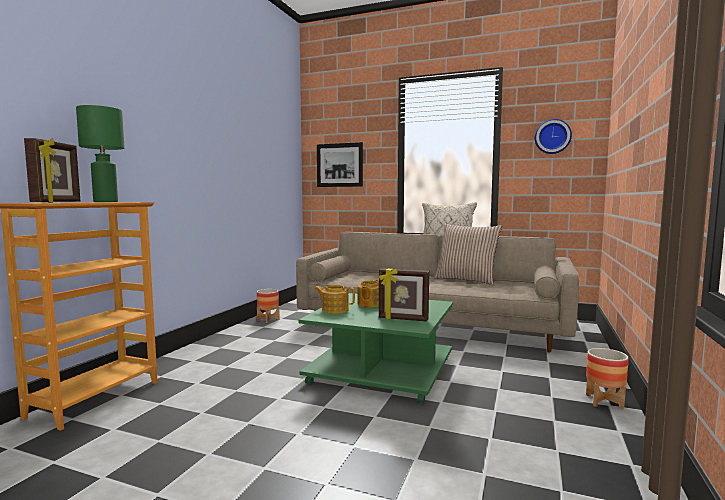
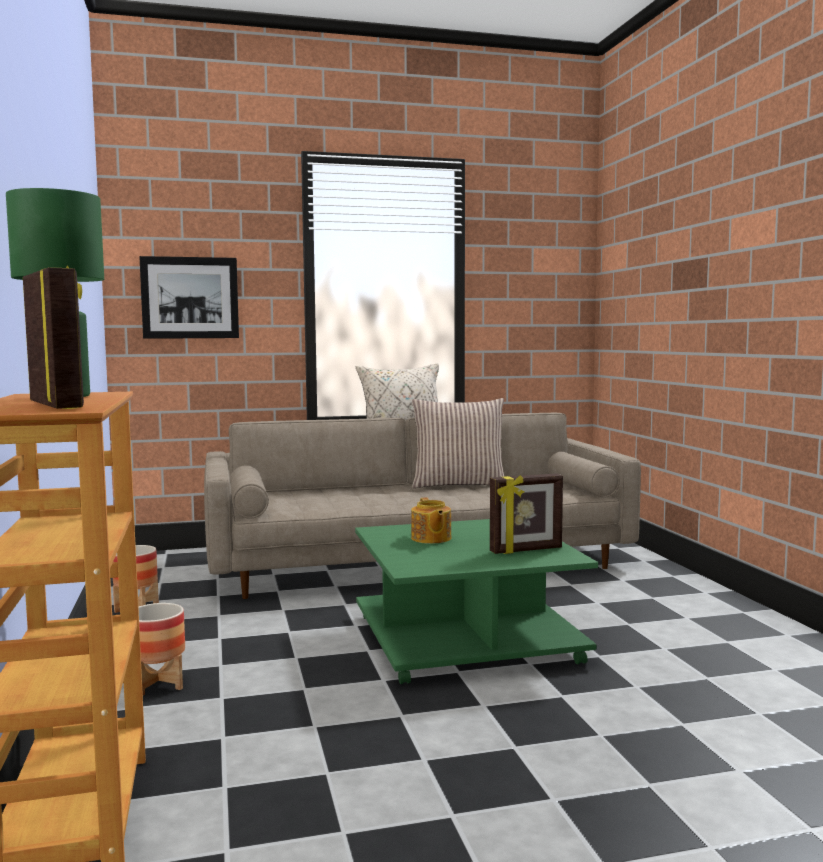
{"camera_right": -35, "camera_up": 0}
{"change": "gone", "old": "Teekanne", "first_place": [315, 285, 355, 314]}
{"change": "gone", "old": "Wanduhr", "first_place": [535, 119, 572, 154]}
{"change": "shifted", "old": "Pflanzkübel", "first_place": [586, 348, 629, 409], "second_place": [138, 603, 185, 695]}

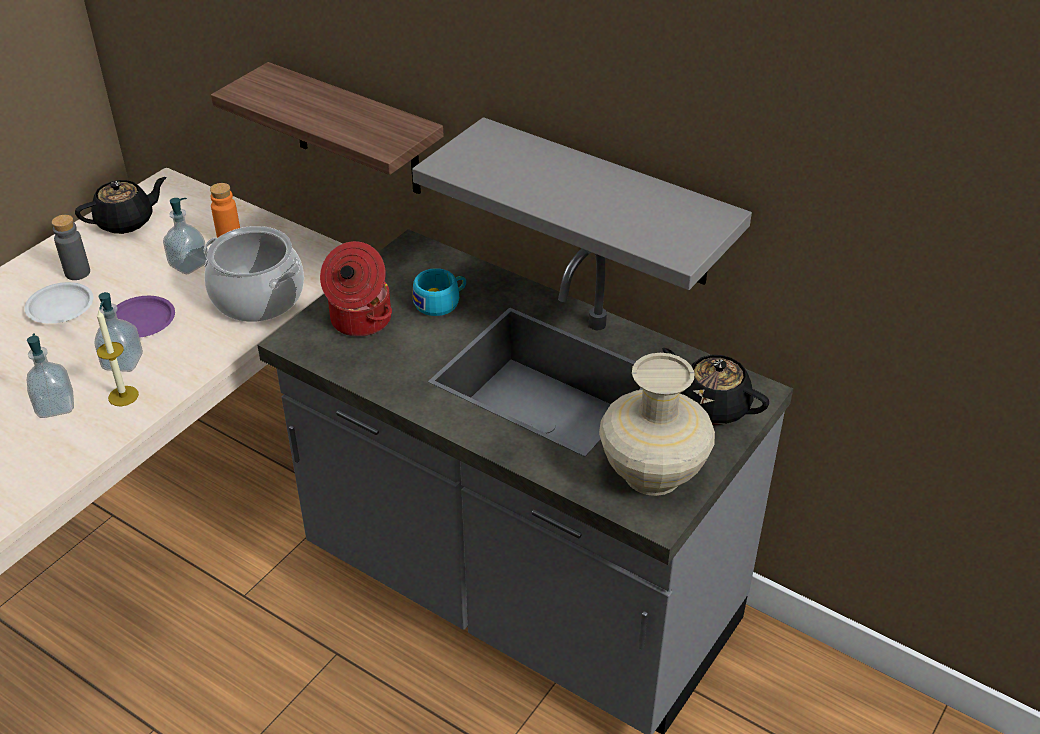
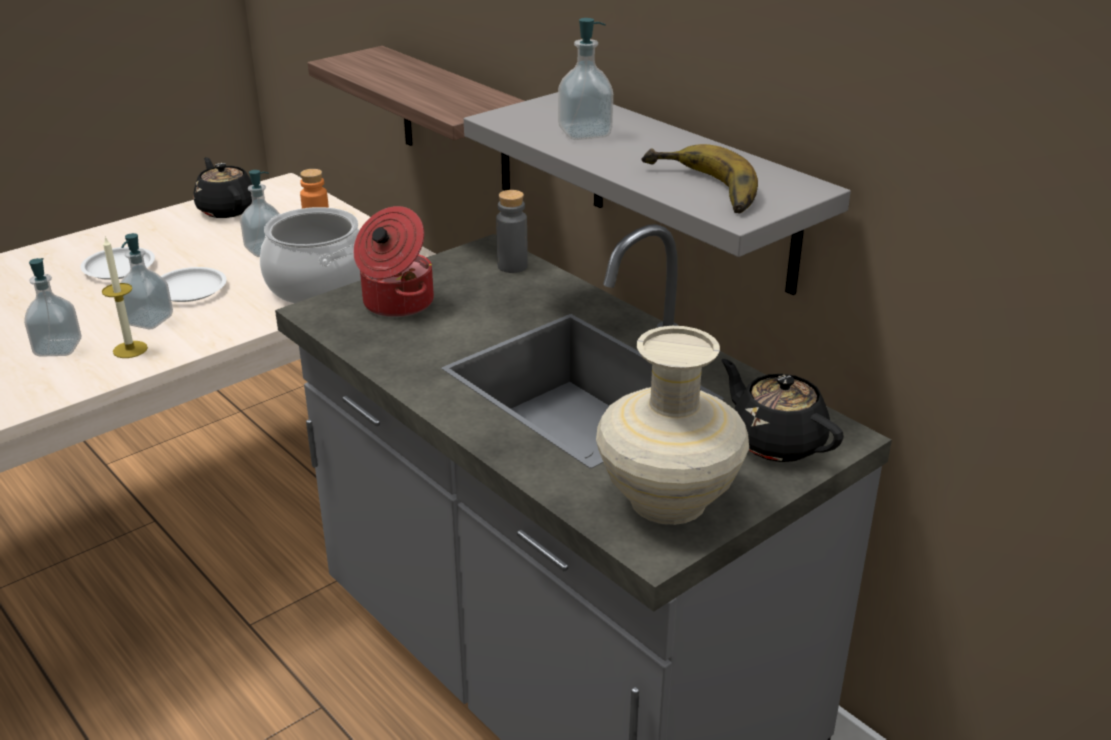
{"camera_right": 15, "camera_up": -10}
{"change": "shifted", "old": "Flasche [grau]", "first_place": [52, 215, 90, 280], "second_place": [496, 190, 528, 273]}
{"change": "rotated", "old": "Teekanne [schwarz]", "first_place": [75, 177, 167, 234], "second_place": [193, 157, 252, 218], "degrees": -105}
{"change": "repainted", "old": "Teller [lila]", "new": "Teller [weiß]", "first_place": [116, 296, 175, 338], "second_place": [161, 267, 227, 302]}
{"change": "gone", "old": "Tasse [türkis]", "first_place": [413, 268, 466, 316]}
{"change": "new", "new": "Seifenspender", "second_place": [558, 18, 613, 140]}
{"change": "new", "new": "Banane", "second_place": [641, 144, 758, 213]}

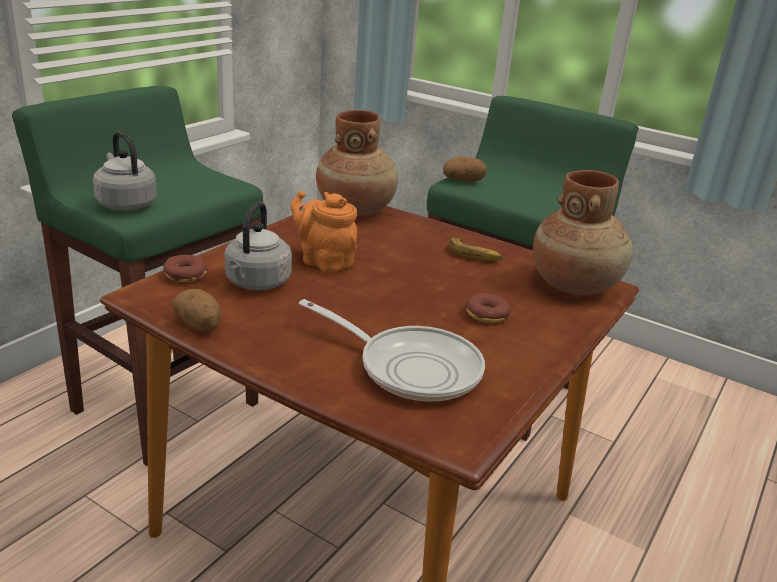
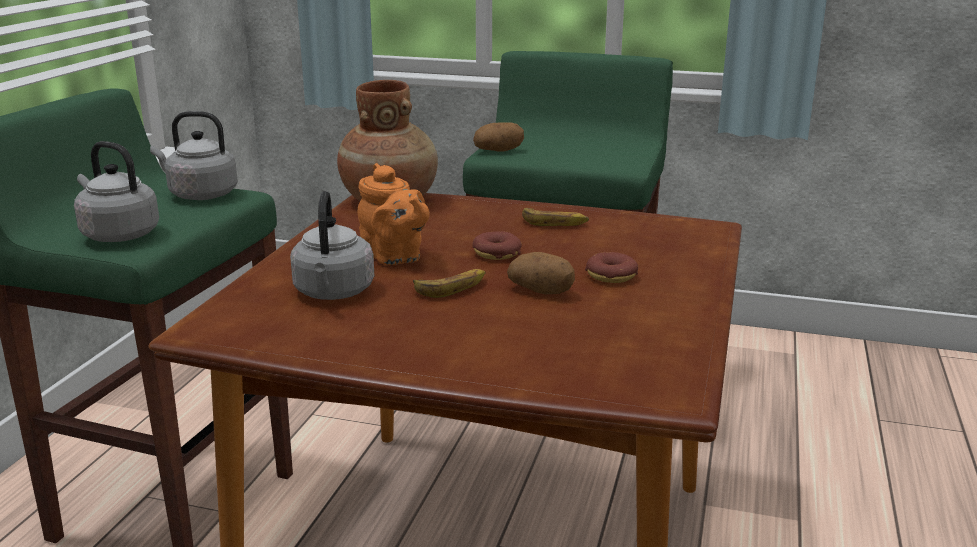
{"camera_right": -15, "camera_up": -5}
{"change": "shifted", "old": "Donut", "first_place": [163, 255, 207, 282], "second_place": [472, 231, 522, 260]}
{"change": "shifted", "old": "Kartoffel", "first_place": [173, 289, 221, 332], "second_place": [507, 252, 575, 294]}
{"change": "rotated", "old": "Teekanne [orange]", "first_place": [290, 191, 357, 273], "second_place": [357, 163, 430, 265], "degrees": -150}
{"change": "gone", "old": "Pfanne", "first_place": [299, 299, 485, 402]}
{"change": "gone", "old": "Vase [braun]", "first_place": [533, 170, 633, 295]}
{"change": "new", "new": "Wasserkessel [grau]", "second_place": [150, 111, 238, 200]}
{"change": "new", "new": "Banane", "second_place": [413, 269, 485, 298]}

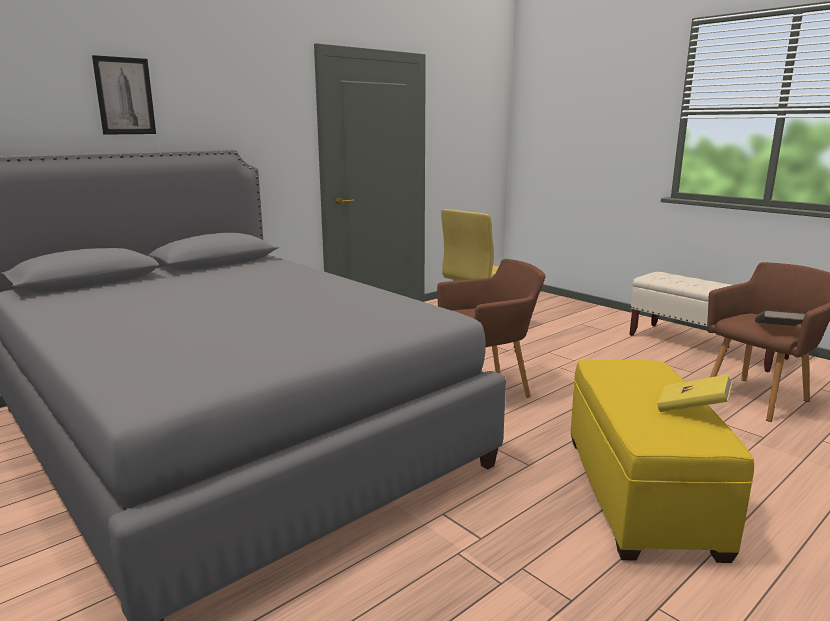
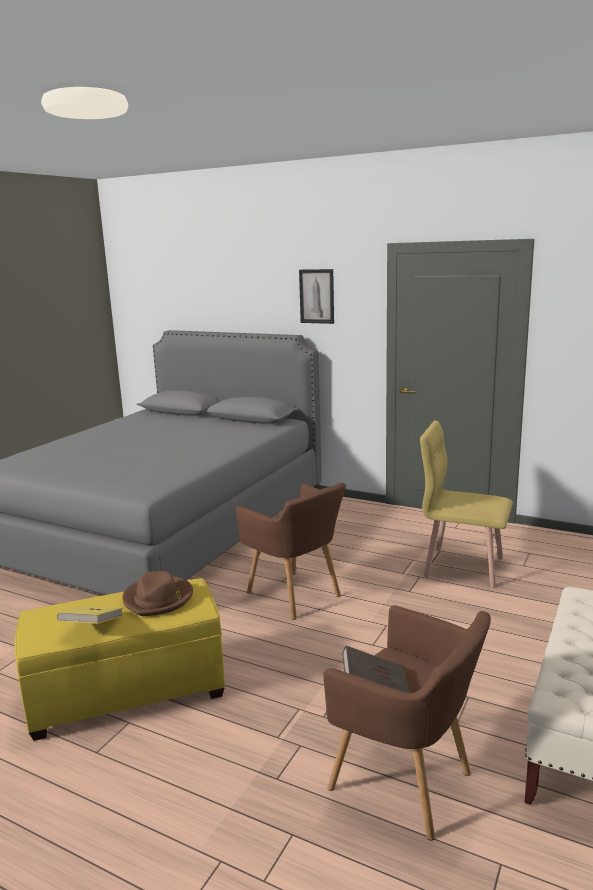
{"camera_right": 70, "camera_up": 0}
{"change": "shifted", "old": "Bild", "first_place": [92, 55, 156, 135], "second_place": [299, 269, 334, 324]}
{"change": "new", "new": "Hut [braun]", "second_place": [122, 571, 193, 616]}

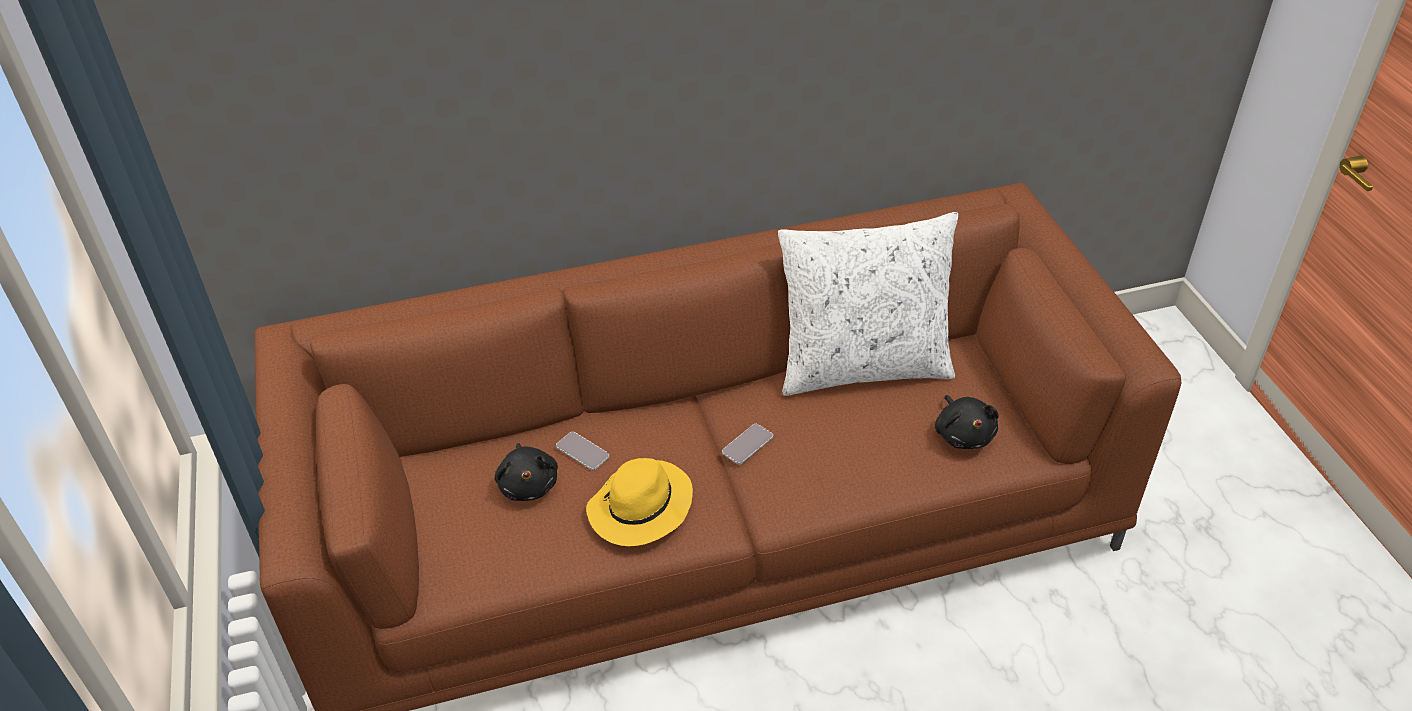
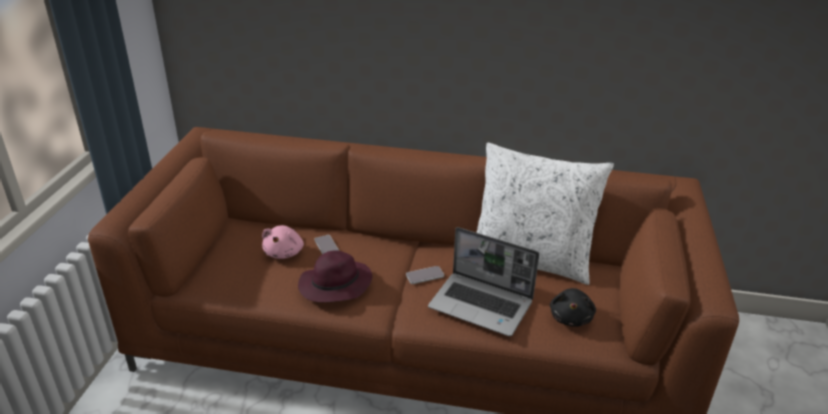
{"camera_right": 25, "camera_up": -10}
{"change": "repainted", "old": "Plüschtier [schwarz]", "new": "Plüschtier [rosa]", "first_place": [495, 443, 558, 501], "second_place": [262, 225, 304, 259]}
{"change": "repainted", "old": "Hut [gelb]", "new": "Hut [lila]", "first_place": [586, 458, 693, 546], "second_place": [298, 250, 373, 302]}
{"change": "new", "new": "Laptop", "second_place": [428, 227, 539, 336]}

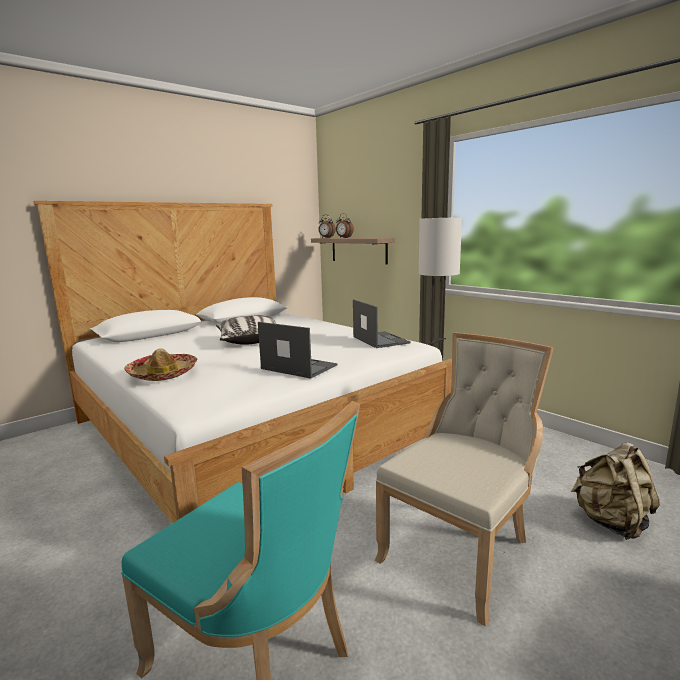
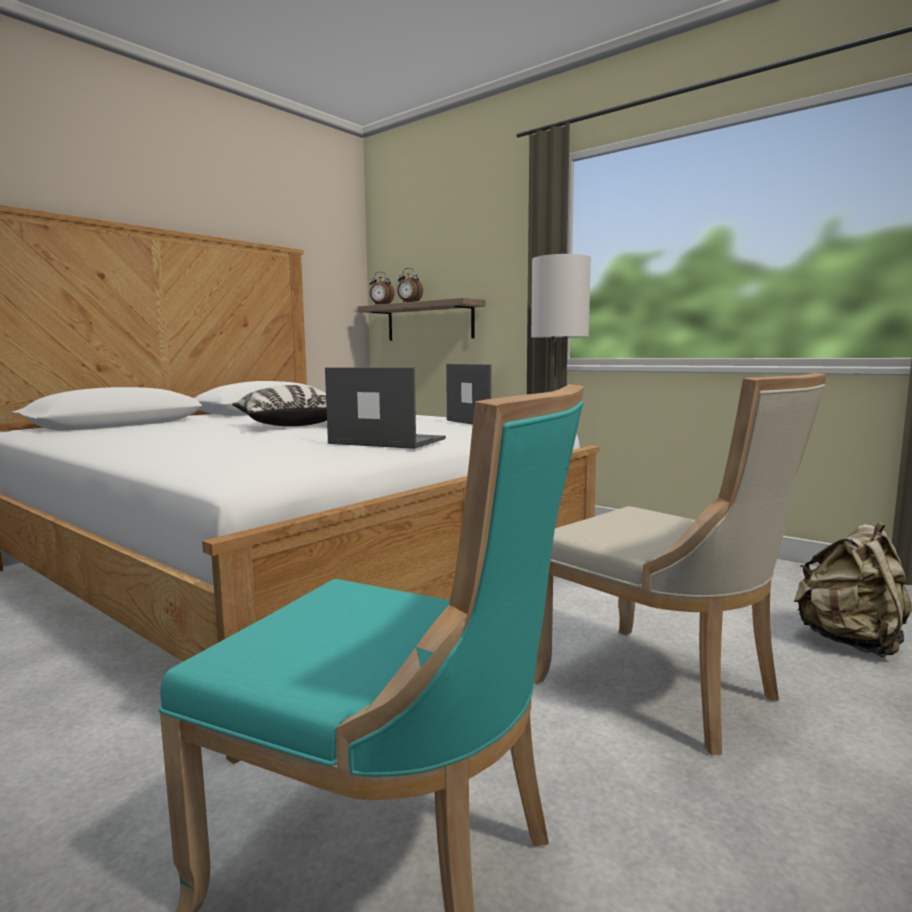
{"camera_right": -10, "camera_up": -5}
{"change": "gone", "old": "Hut", "first_place": [124, 348, 197, 381]}
{"change": "rotated", "old": "Stuhl [beige]", "first_place": [375, 333, 554, 627], "second_place": [534, 373, 828, 755], "degrees": 105}

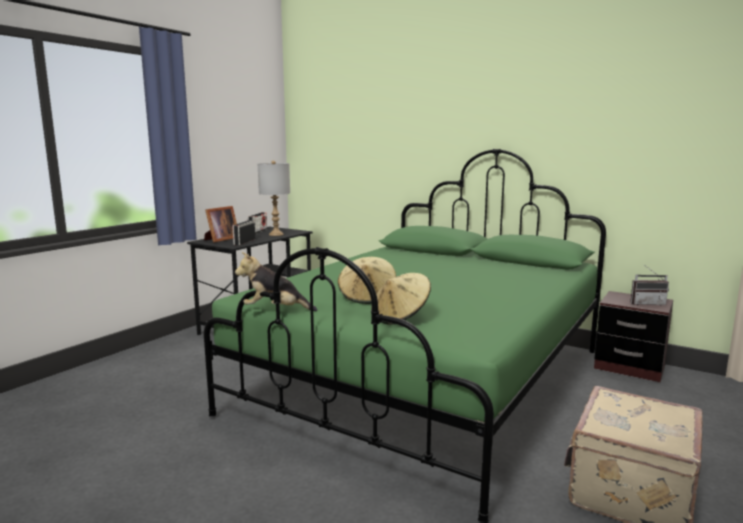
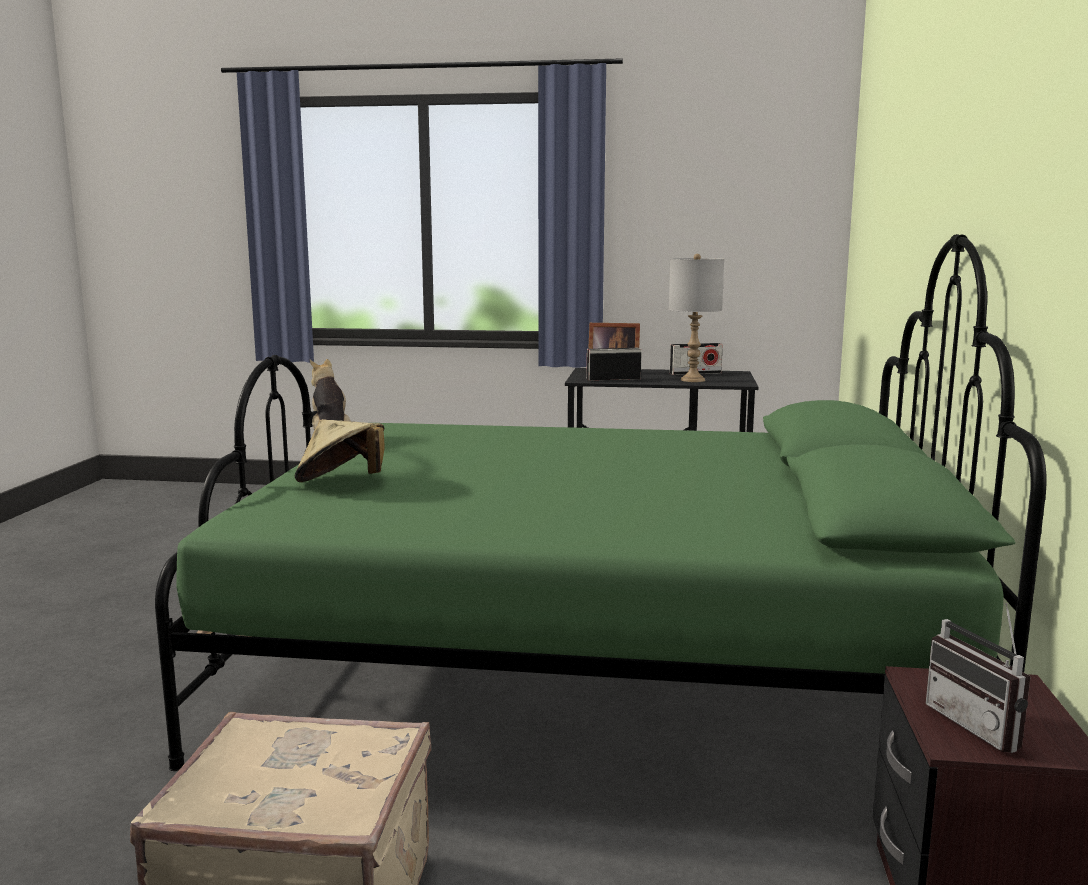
{"camera_right": 65, "camera_up": 0}
{"change": "gone", "old": "Hut [beige]", "first_place": [338, 257, 396, 304]}

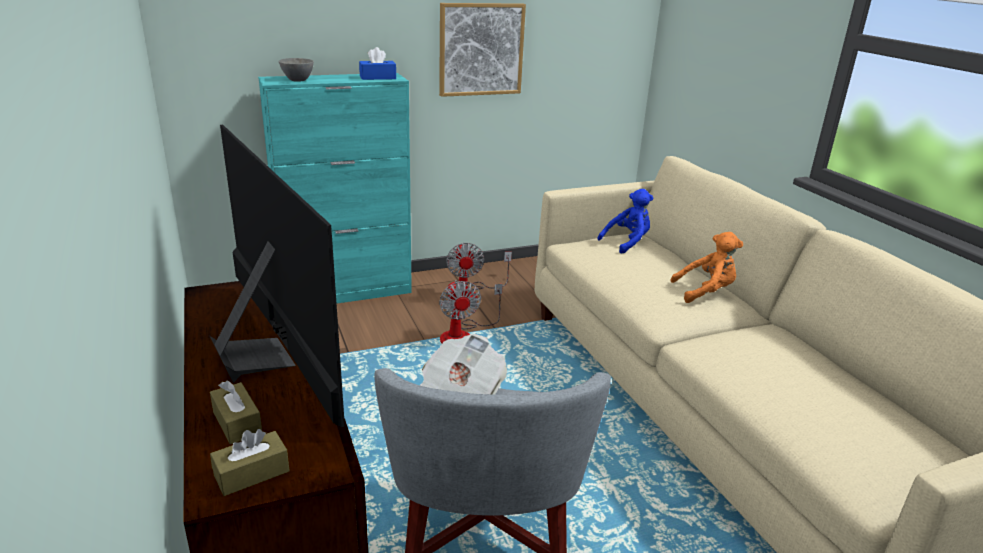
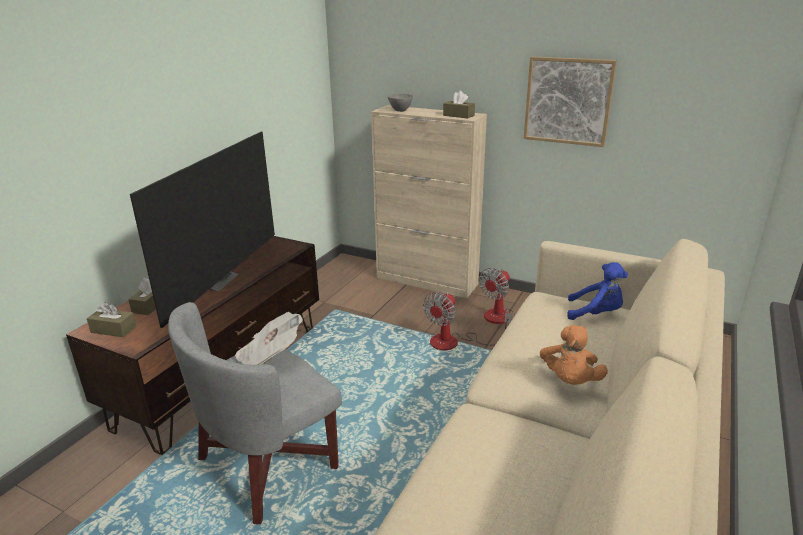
{"camera_right": 50, "camera_up": 0}
{"change": "repainted", "old": "Schrank [türkis]", "new": "Schrank [beige]", "first_place": [258, 73, 412, 303], "second_place": [371, 105, 487, 298]}
{"change": "repainted", "old": "Taschentuchbox [blau]", "new": "Taschentuchbox [braun]", "first_place": [359, 47, 396, 80], "second_place": [443, 91, 475, 118]}
{"change": "rotated", "old": "Plüschtier [orange]", "first_place": [670, 232, 743, 303], "second_place": [540, 325, 608, 385], "degrees": 60}

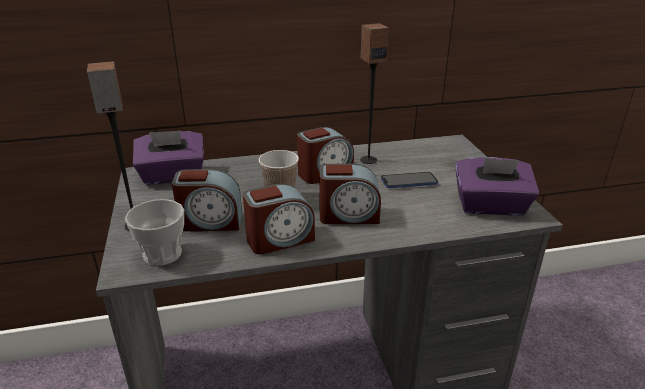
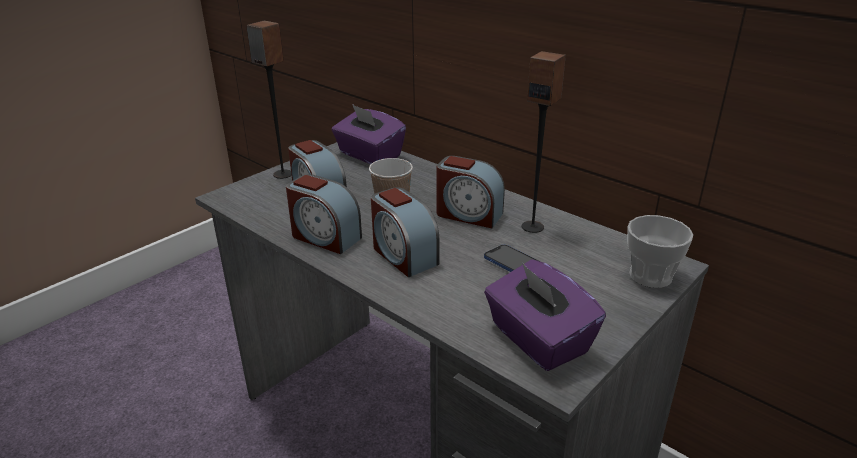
{"camera_right": 55, "camera_up": 0}
{"change": "shifted", "old": "Tasse", "first_place": [125, 199, 184, 266], "second_place": [627, 215, 693, 288]}

